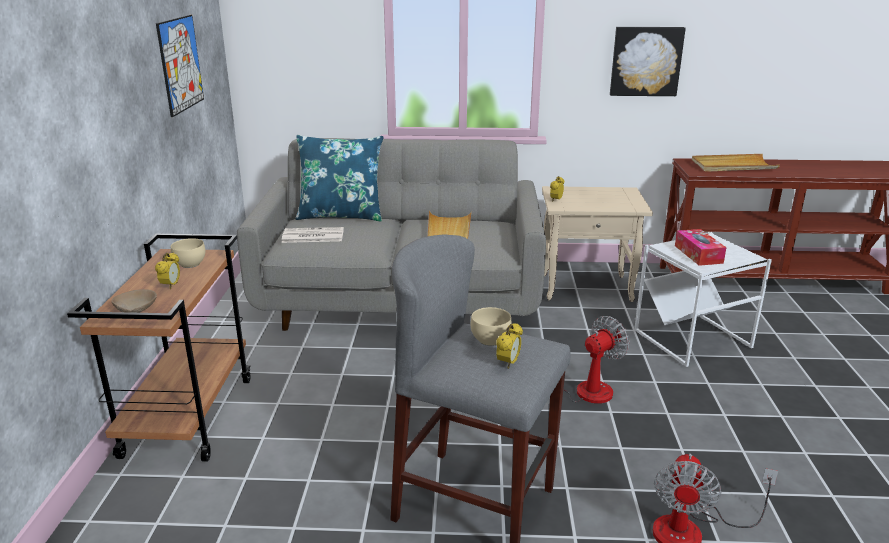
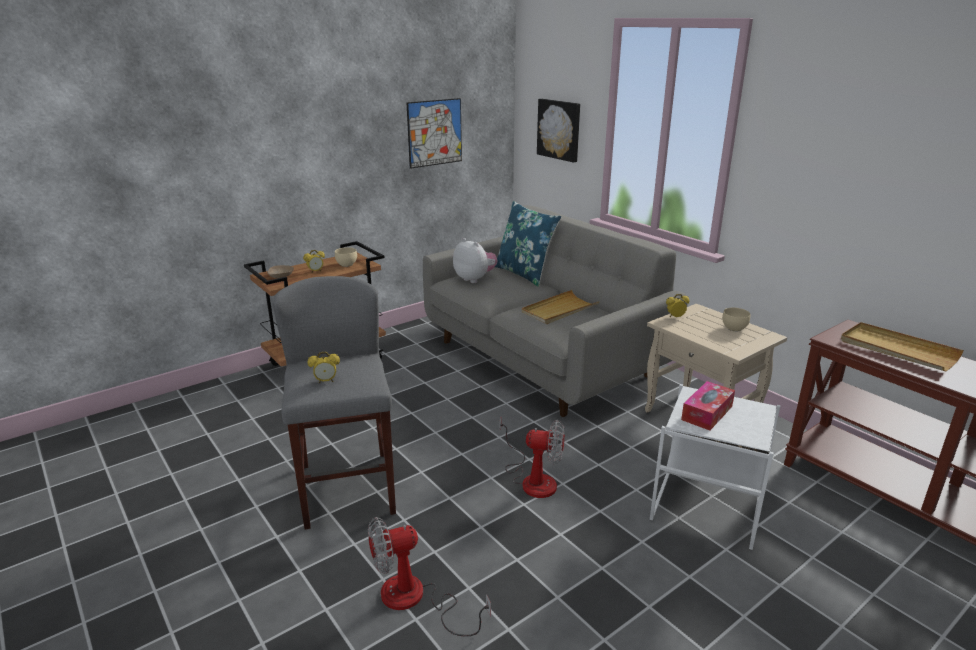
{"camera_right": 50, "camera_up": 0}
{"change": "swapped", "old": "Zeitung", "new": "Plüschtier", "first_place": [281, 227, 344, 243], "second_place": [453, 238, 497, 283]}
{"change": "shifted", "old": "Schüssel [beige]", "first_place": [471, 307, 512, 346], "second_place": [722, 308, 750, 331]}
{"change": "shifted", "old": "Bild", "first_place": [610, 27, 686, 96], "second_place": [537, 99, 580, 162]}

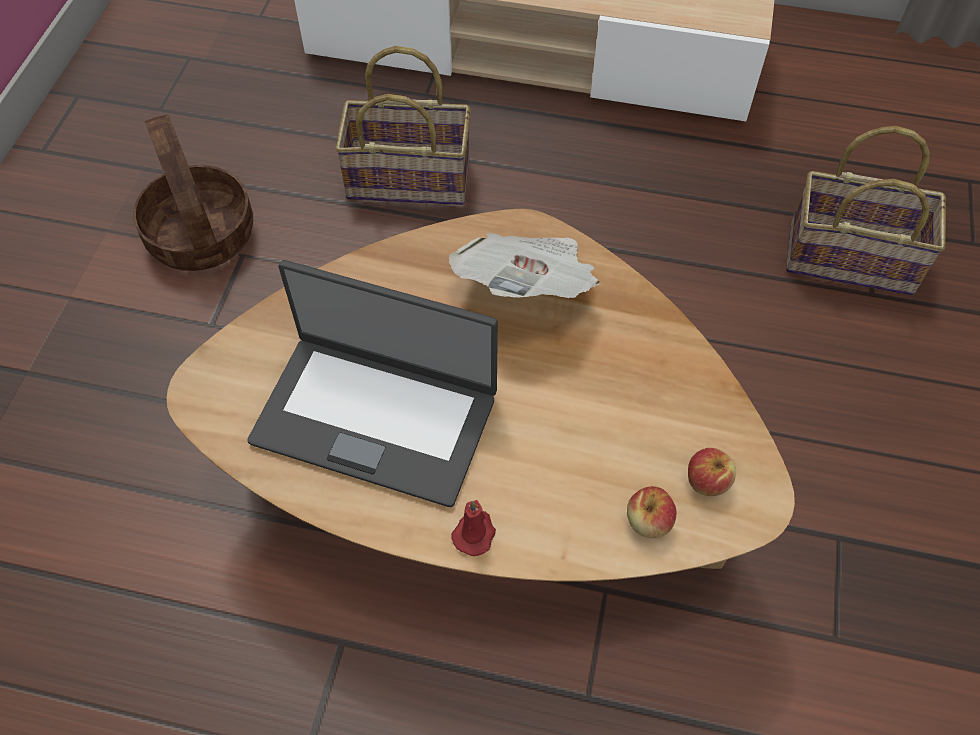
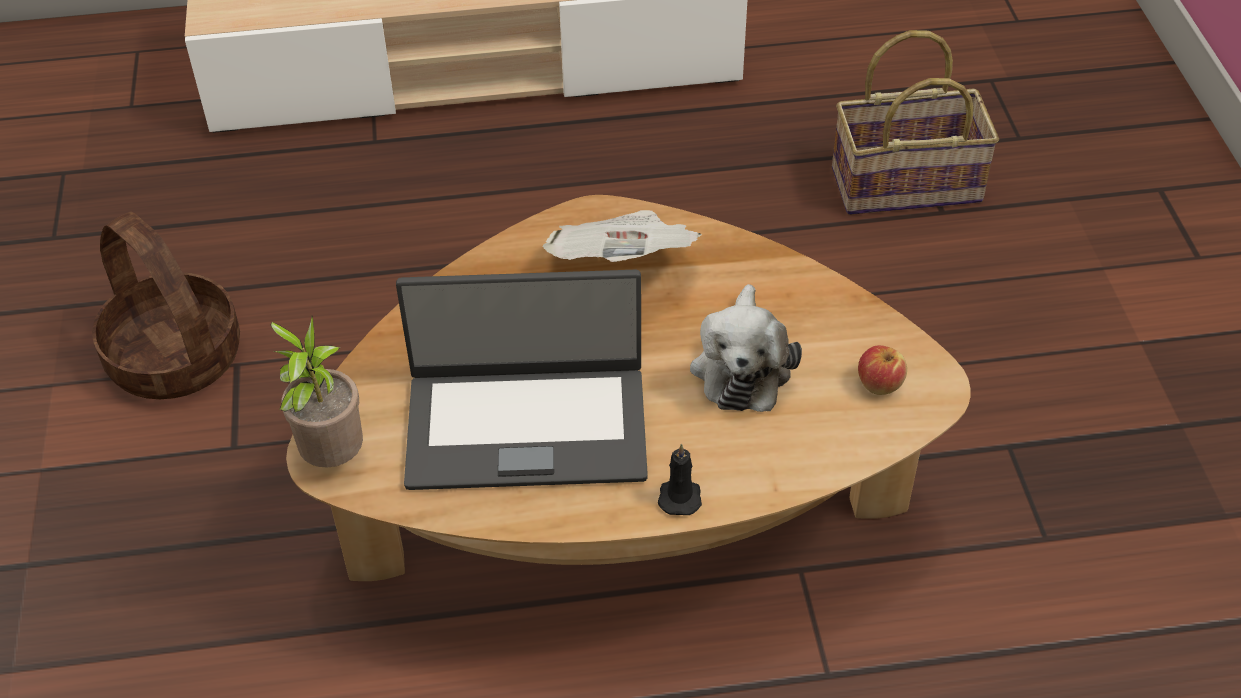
{"camera_right": -20, "camera_up": -10}
{"change": "gone", "old": "Korb", "first_place": [335, 46, 470, 205]}
{"change": "repainted", "old": "Kerze [rot]", "new": "Kerze [schwarz]", "first_place": [451, 500, 496, 556], "second_place": [658, 443, 702, 515]}
{"change": "gone", "old": "Apfel", "first_place": [627, 486, 676, 538]}
{"change": "new", "new": "Topfpflanze", "second_place": [271, 316, 363, 468]}
{"change": "new", "new": "Plüschtier", "second_place": [690, 284, 802, 412]}

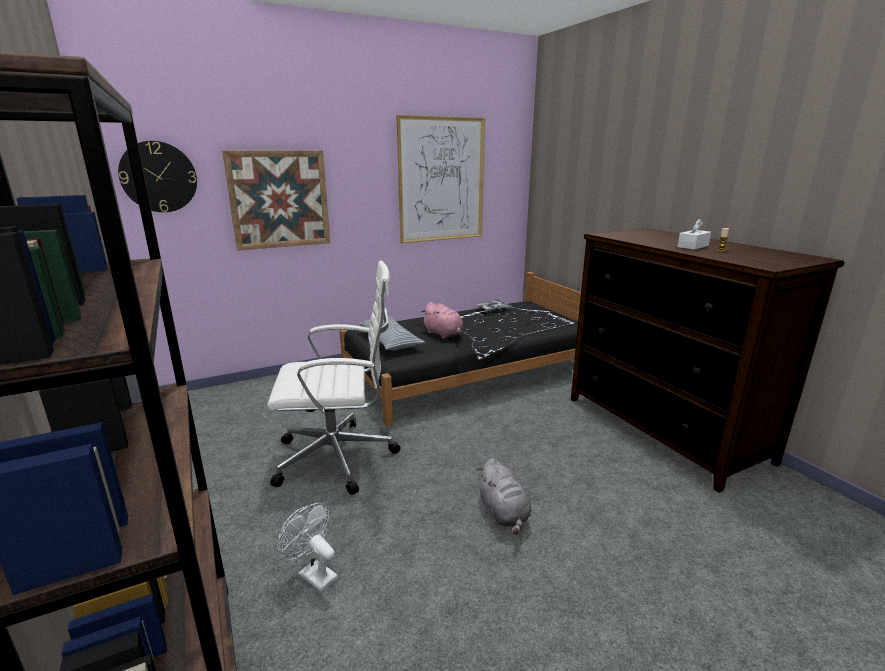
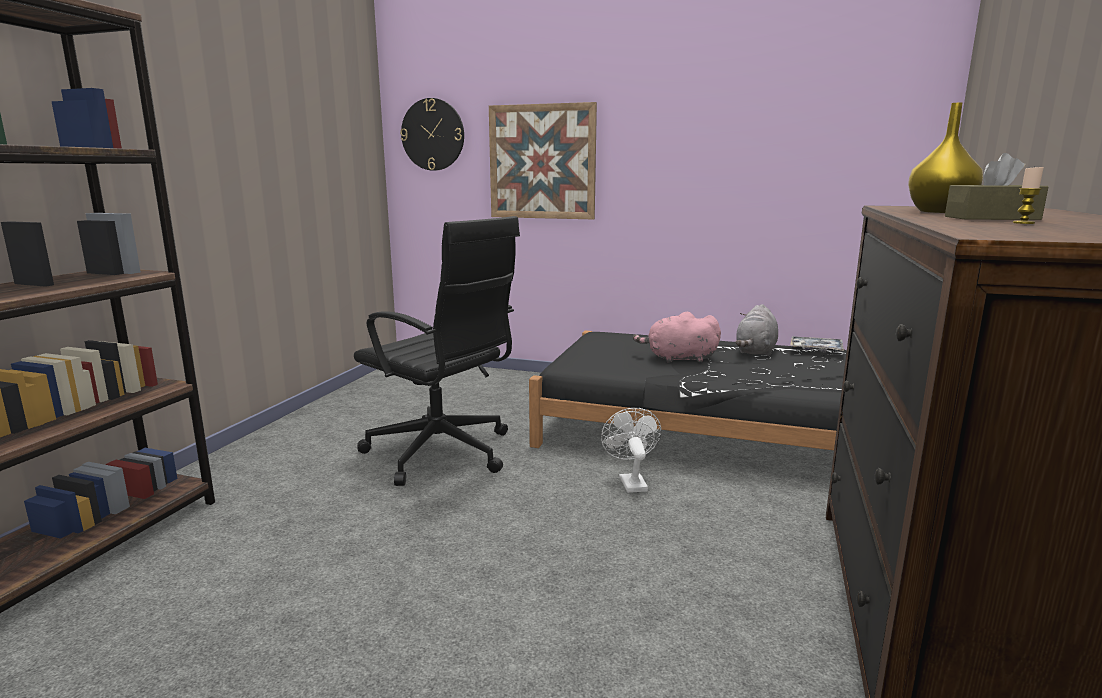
{"camera_right": 45, "camera_up": -5}
{"change": "repainted", "old": "Bürostuhl [weiß]", "new": "Bürostuhl [schwarz]", "first_place": [267, 261, 401, 495], "second_place": [354, 216, 520, 486]}
{"change": "shifted", "old": "Ventilator [weiß]", "first_place": [277, 502, 338, 592], "second_place": [601, 408, 661, 493]}
{"change": "gone", "old": "Kissen", "first_place": [358, 316, 425, 351]}
{"change": "gone", "old": "Bild", "first_place": [396, 115, 485, 243]}
{"change": "rotated", "old": "Plüschtier [rosa]", "first_place": [421, 302, 463, 339], "second_place": [633, 312, 721, 363], "degrees": 90}
{"change": "shifted", "old": "Plüschtier [grau]", "first_place": [477, 458, 531, 535], "second_place": [735, 304, 778, 356]}
{"change": "repainted", "old": "Taschentuchbox [weiß]", "new": "Taschentuchbox [braun]", "first_place": [677, 218, 711, 250], "second_place": [945, 153, 1048, 220]}
{"change": "new", "new": "Vase [gelb]", "second_place": [908, 103, 983, 213]}

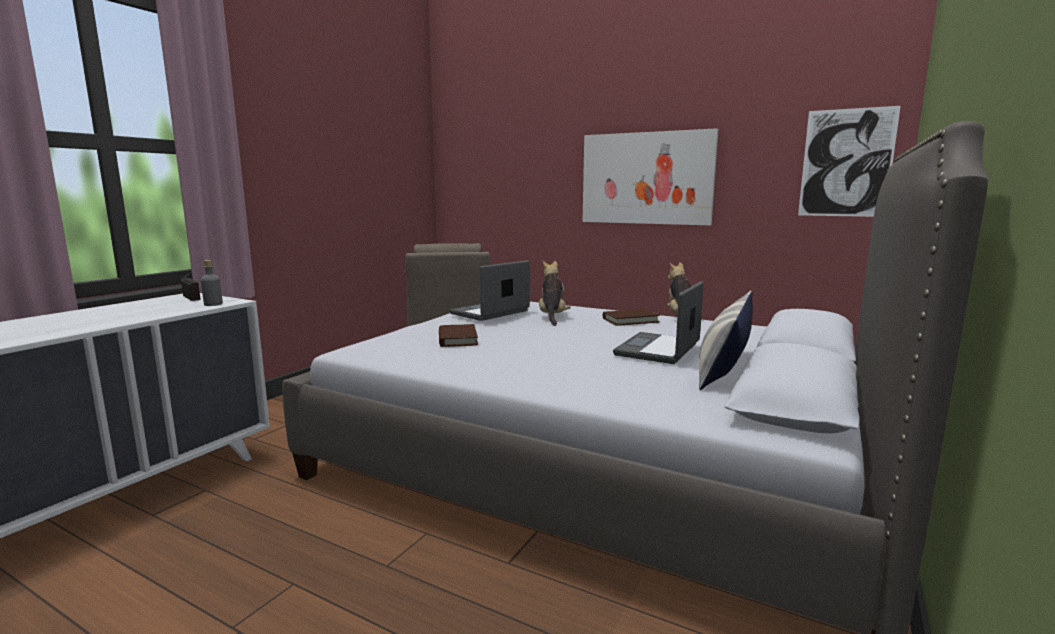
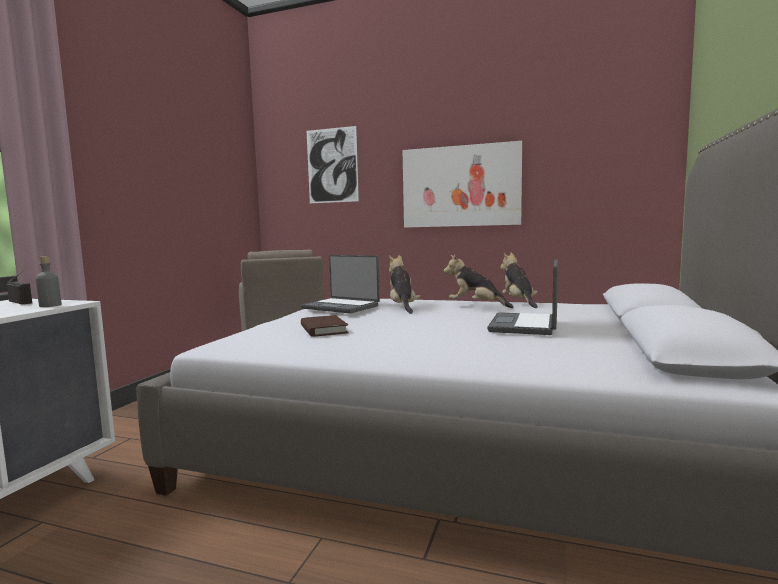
{"camera_right": -10, "camera_up": -5}
{"change": "rotated", "old": "Laptop", "first_place": [450, 260, 530, 321], "second_place": [301, 255, 380, 313], "degrees": -90}
{"change": "swapped", "old": "Buch [braun]", "new": "Plüschtier", "first_place": [603, 309, 660, 326], "second_place": [444, 255, 513, 308]}
{"change": "gone", "old": "Kissen", "first_place": [699, 291, 753, 390]}
{"change": "shifted", "old": "Bild", "first_place": [798, 106, 901, 217], "second_place": [307, 126, 359, 203]}

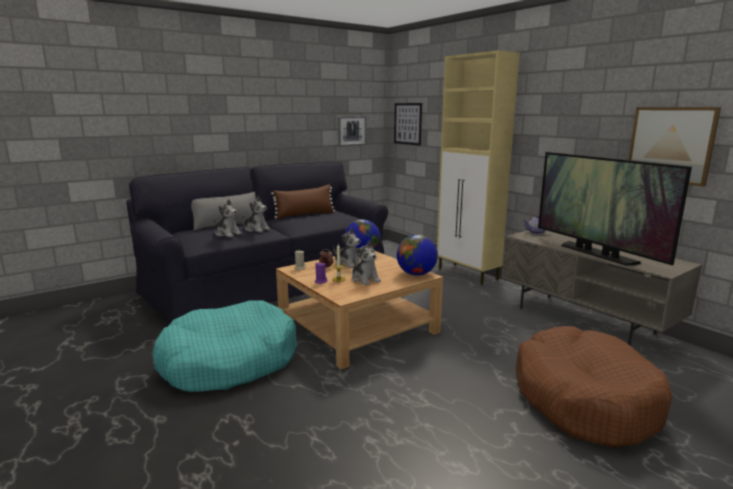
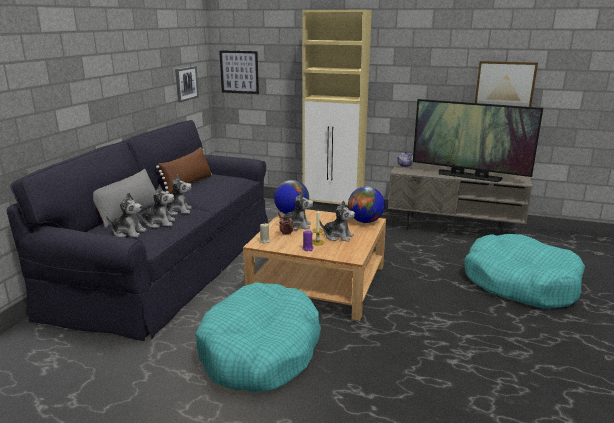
{"camera_right": -35, "camera_up": 5}
{"change": "repainted", "old": "Hundebett [braun]", "new": "Hundebett [türkis]", "first_place": [515, 326, 672, 448], "second_place": [465, 234, 585, 309]}
{"change": "new", "new": "Plüschtier", "second_place": [106, 192, 147, 238]}

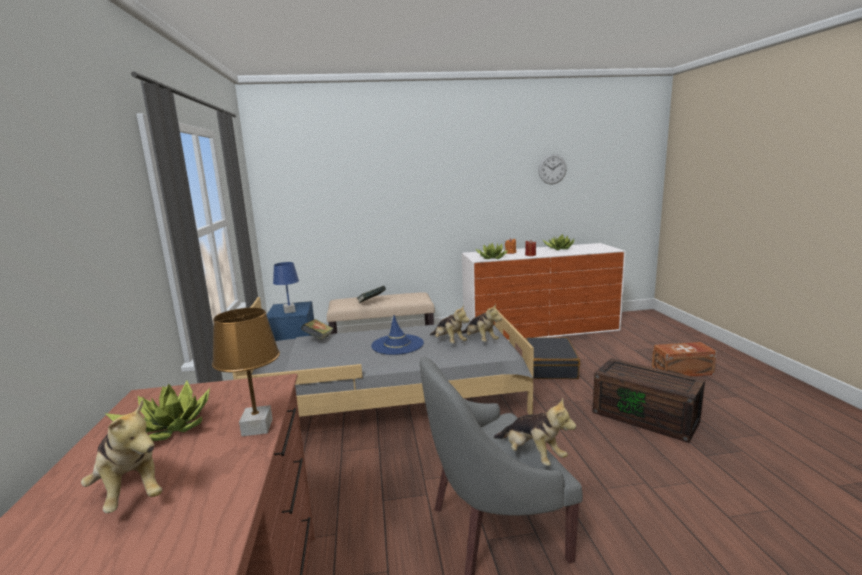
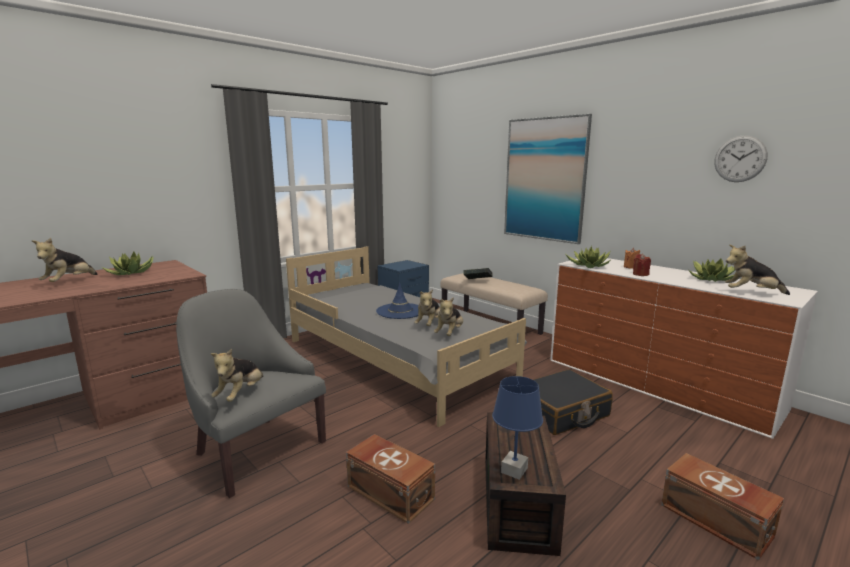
{"camera_right": 55, "camera_up": 0}
{"change": "gone", "old": "Tischlampe [braun]", "first_place": [212, 308, 280, 436]}
{"change": "shifted", "old": "Tischlampe [blau]", "first_place": [273, 262, 299, 314], "second_place": [492, 376, 543, 480]}
{"change": "gone", "old": "Buch", "first_place": [301, 319, 334, 340]}
{"change": "new", "new": "Aufbewahrungsbox [braun]", "second_place": [346, 434, 435, 524]}
{"change": "new", "new": "Bild", "second_place": [504, 114, 592, 244]}
{"change": "new", "new": "Plüschtier", "second_place": [725, 244, 790, 295]}

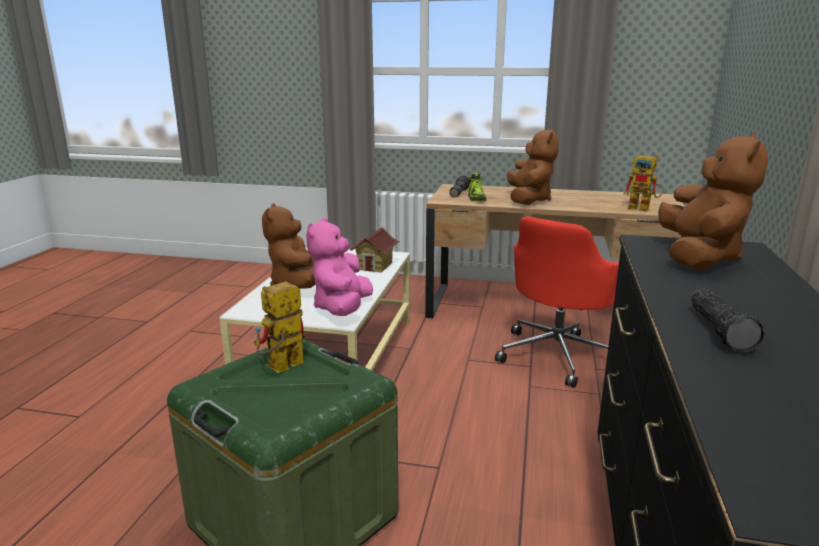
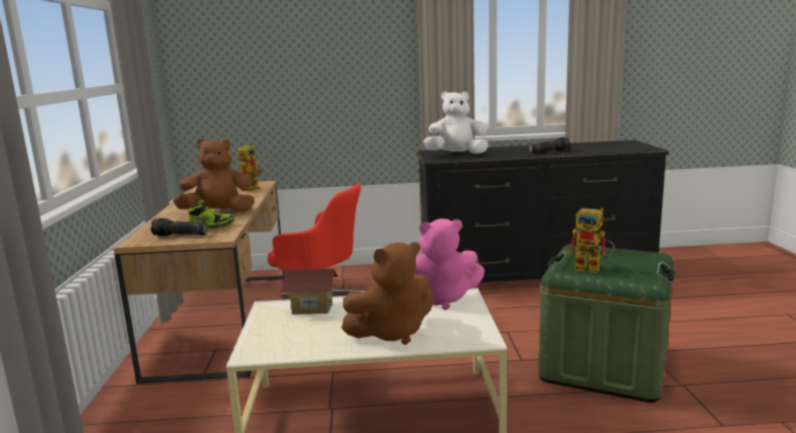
{"camera_right": -105, "camera_up": -5}
{"change": "repainted", "old": "Plüschtier [braun]", "new": "Plüschtier [weiß]", "first_place": [658, 132, 768, 270], "second_place": [423, 91, 488, 154]}

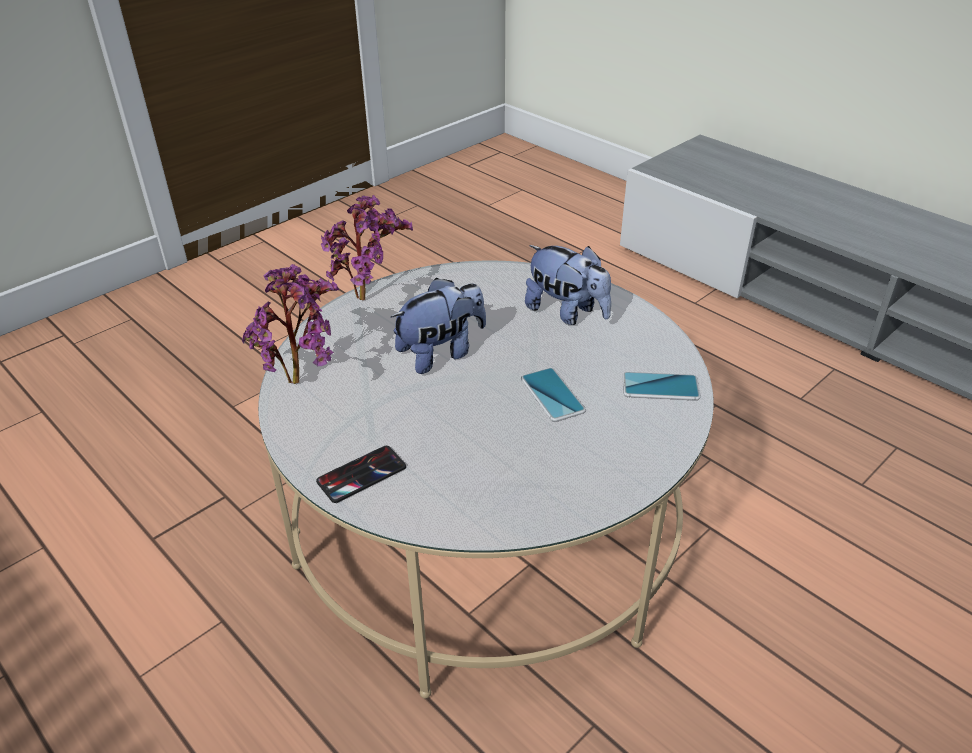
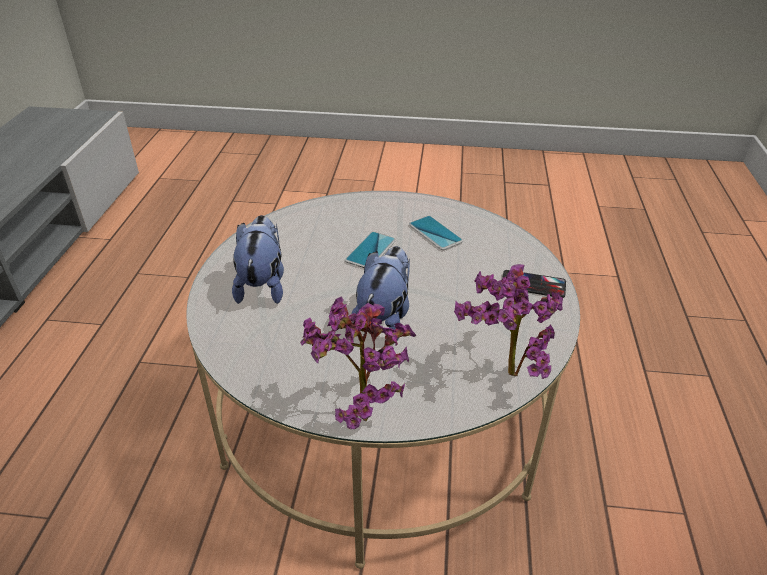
{"camera_right": -130, "camera_up": 0}
{"change": "rotated", "old": "Plüschtier", "first_place": [390, 278, 486, 374], "second_place": [352, 246, 410, 340], "degrees": 90}
{"change": "shifted", "old": "Handy", "first_place": [622, 372, 701, 400], "second_place": [409, 216, 463, 250]}

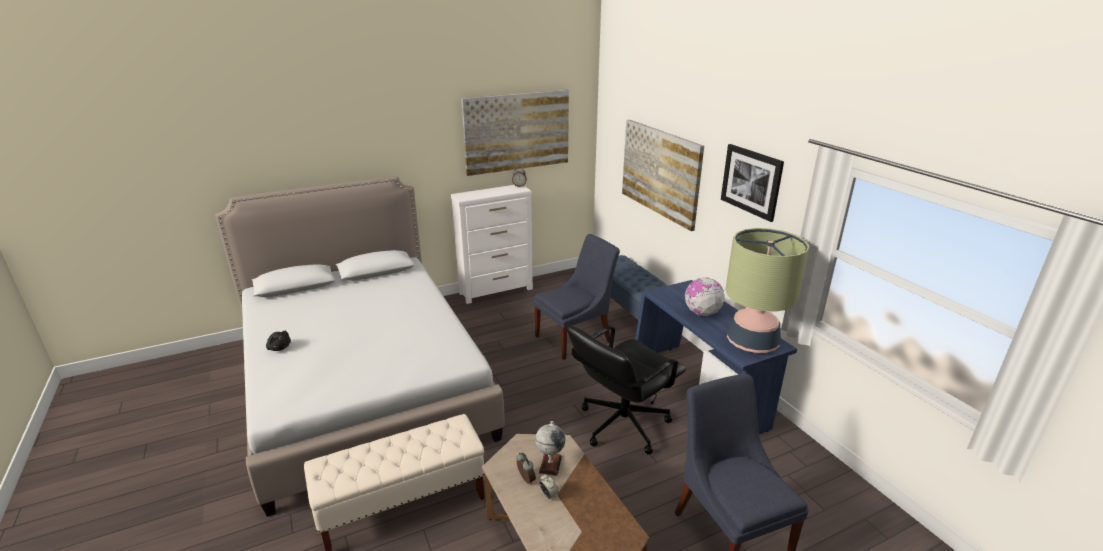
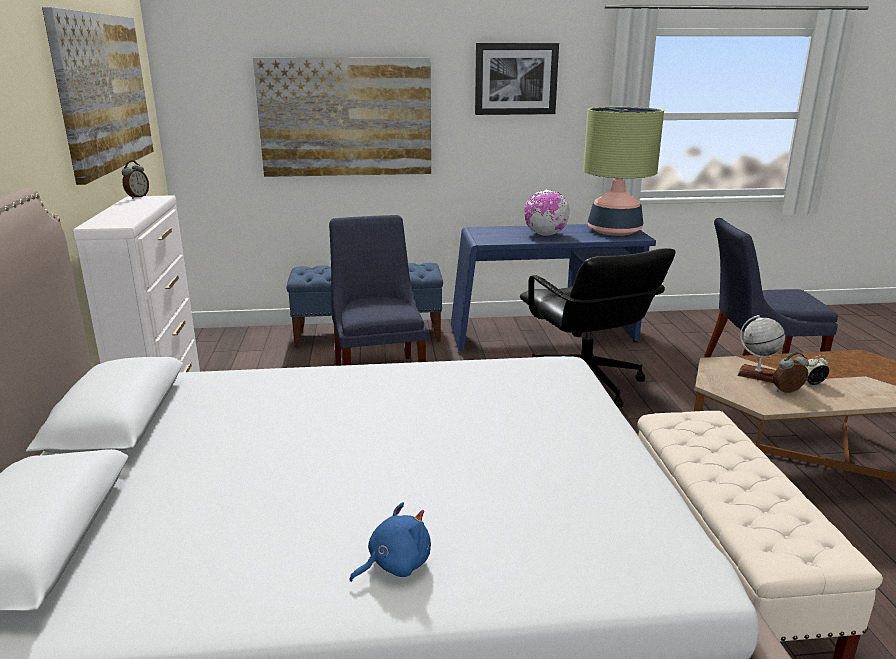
{"camera_right": -70, "camera_up": -5}
{"change": "repainted", "old": "Plüschtier [schwarz]", "new": "Plüschtier [blau]", "first_place": [266, 331, 291, 351], "second_place": [349, 502, 431, 582]}

